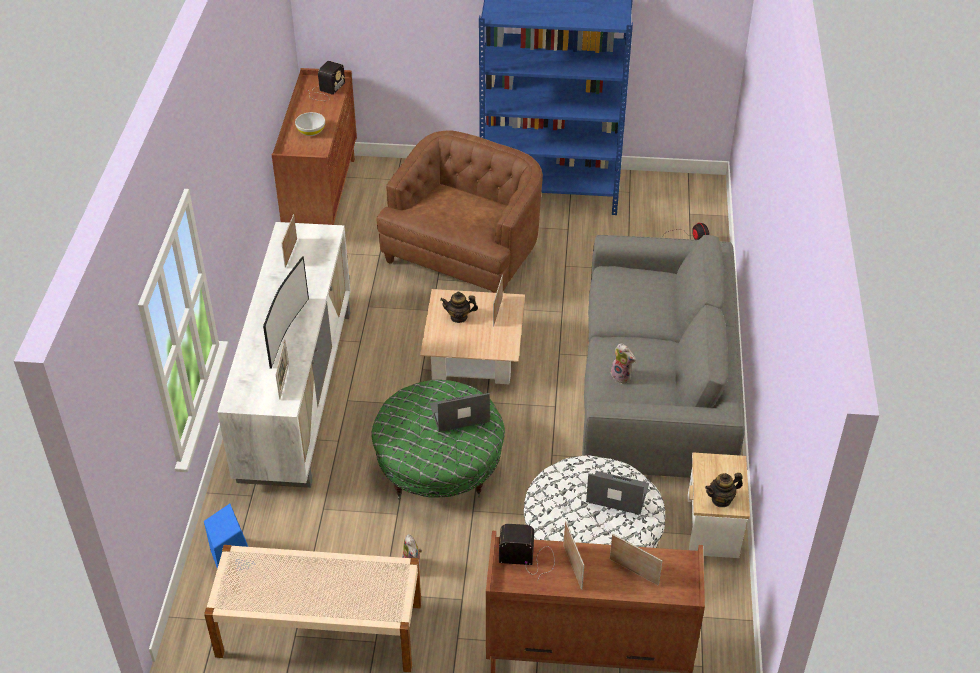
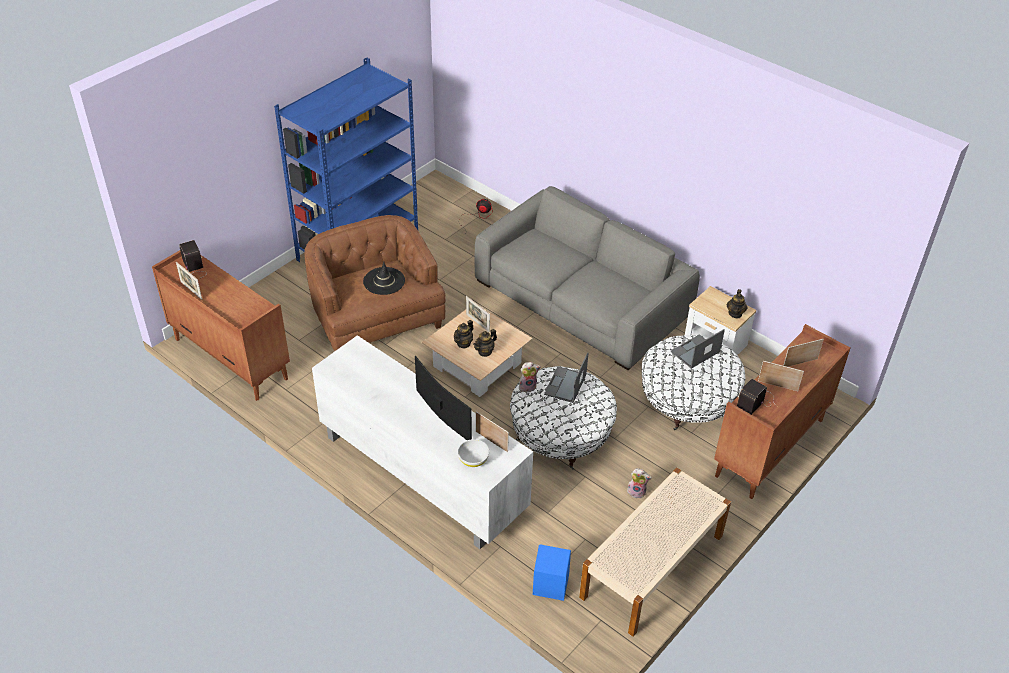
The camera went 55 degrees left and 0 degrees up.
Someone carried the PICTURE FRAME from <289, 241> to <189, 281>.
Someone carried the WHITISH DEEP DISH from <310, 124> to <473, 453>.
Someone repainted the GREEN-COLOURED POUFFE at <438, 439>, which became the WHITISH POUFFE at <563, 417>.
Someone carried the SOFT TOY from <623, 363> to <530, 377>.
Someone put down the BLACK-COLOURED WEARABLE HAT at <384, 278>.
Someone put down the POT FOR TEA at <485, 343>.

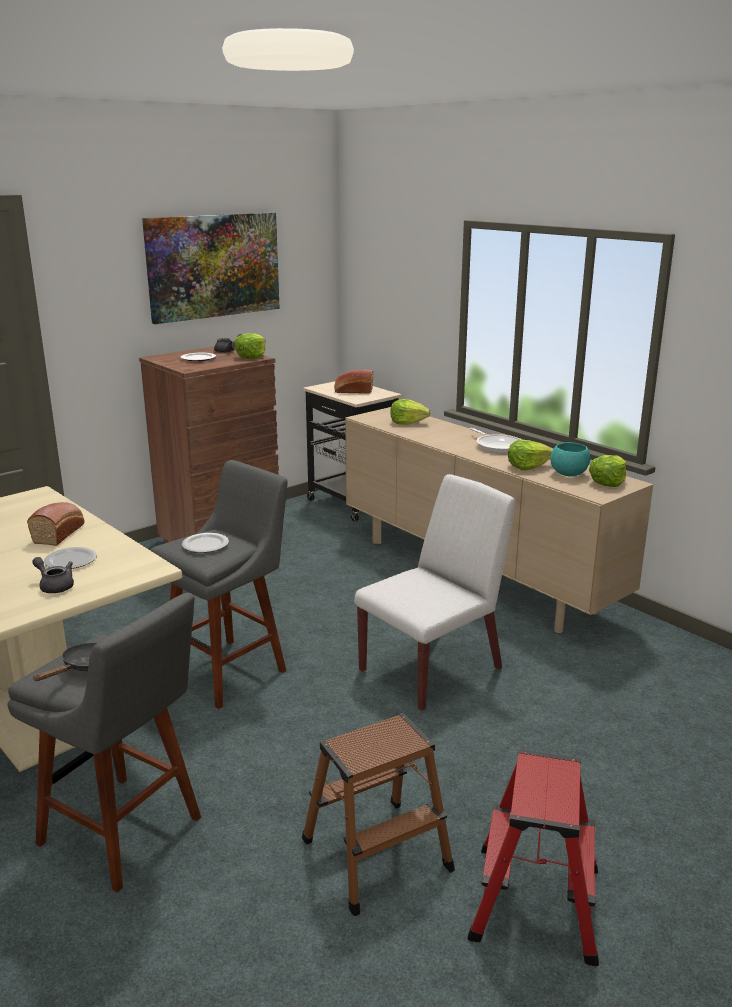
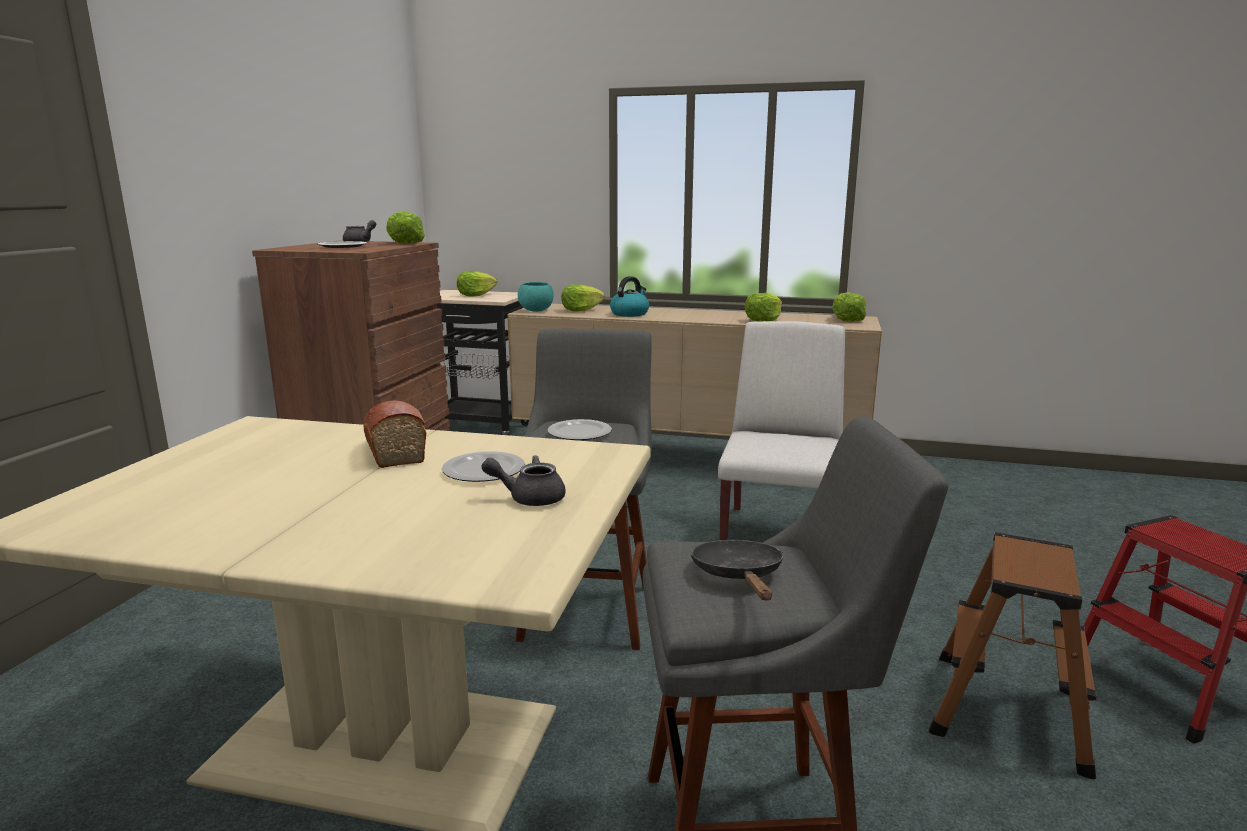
The camera went 35 degrees left and 5 degrees down.
Someone took away the WALL PICTURE at <211, 268>.
Someone swapped the BAKERY BREAD at <353, 381> for the HEAD OF LETTUCE at <477, 283>.
Someone took away the PAN at <496, 440>.
Someone carried the TURQUOISE DEEP DISH from <570, 459> to <536, 297>.
Someone put down the WATER KETTLE at <629, 296>.

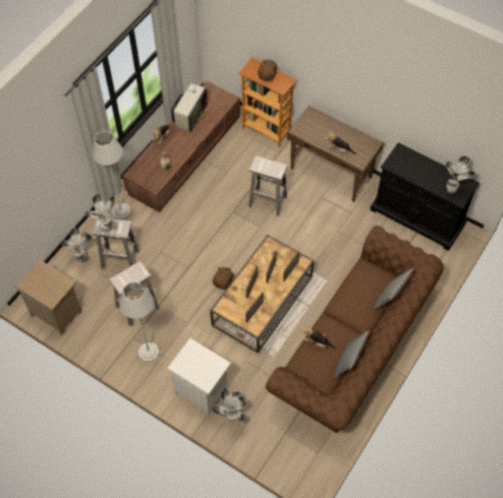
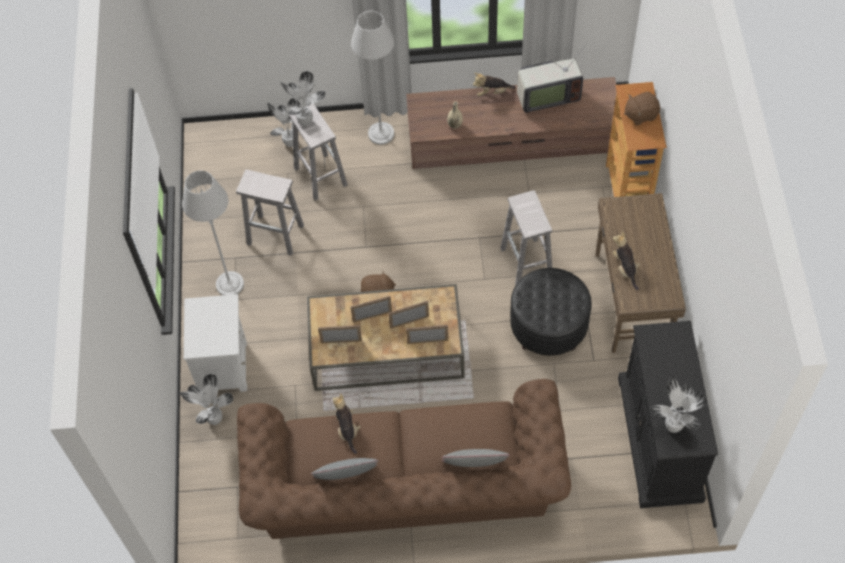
The camera went 55 degrees right and 0 degrees up.
Someone took away the SAND-COLOURED NIGHT TABLE at <49, 298>.
Someone put down the BLACK-COLOURED POUFFE at <551, 312>.

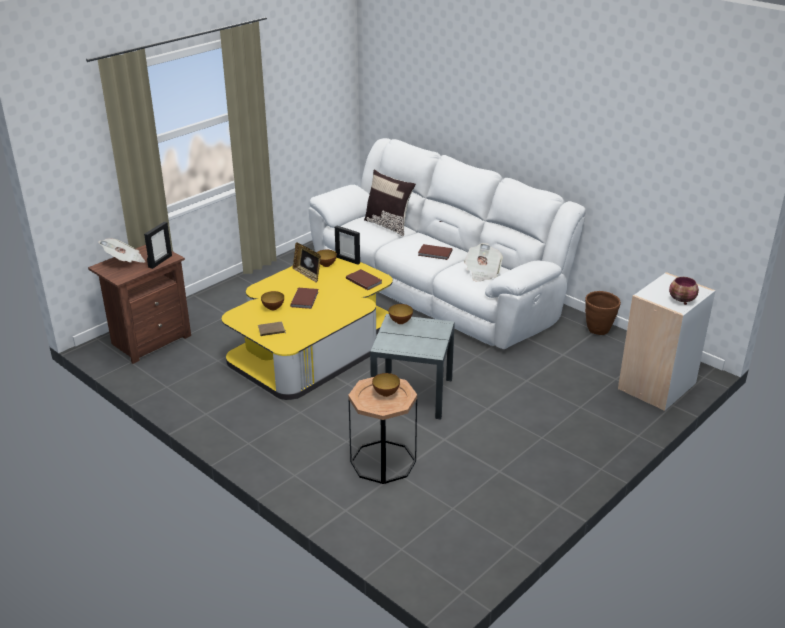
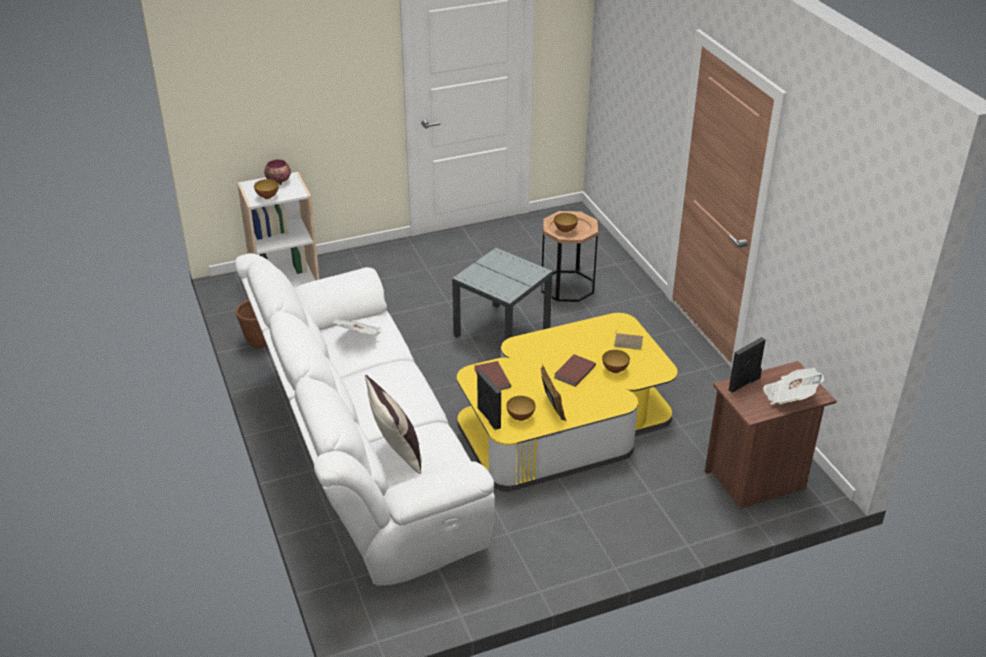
The camera went 155 degrees left and 5 degrees up.
Someone carried the DEEP DISH from <401, 314> to <266, 189>.
Someone took away the BROWNISH BOUND BOOK at <435, 252>.

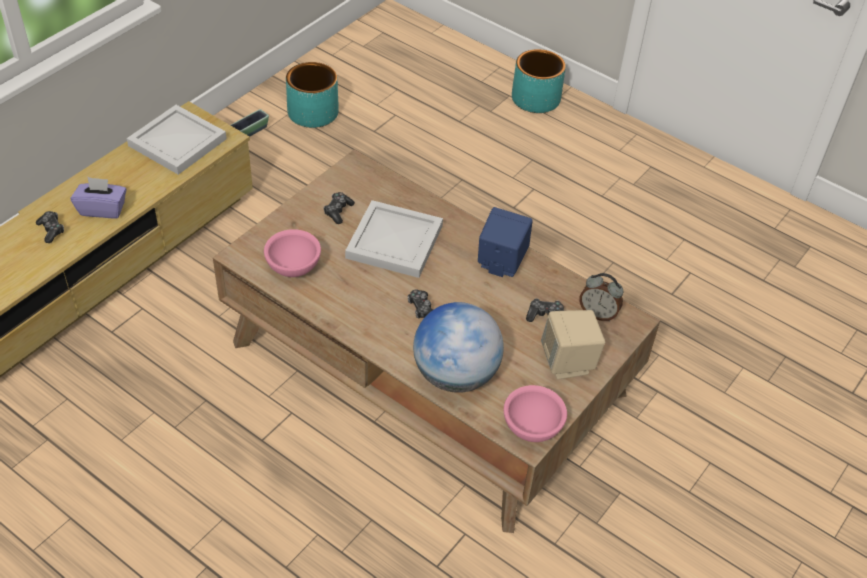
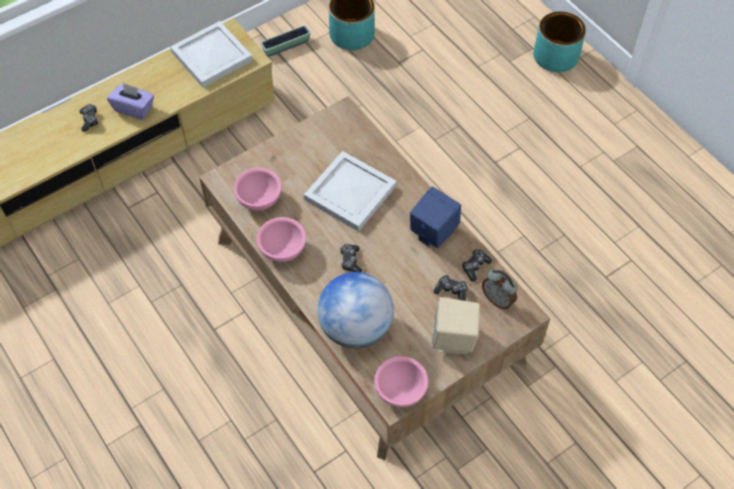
The camera went 20 degrees right and 10 degrees up.
Someone carried the GAME CONTROLLER from <339, 208> to <477, 265>.
Someone put down the PINK-COLOURED DEEP DISH at <281, 239>.

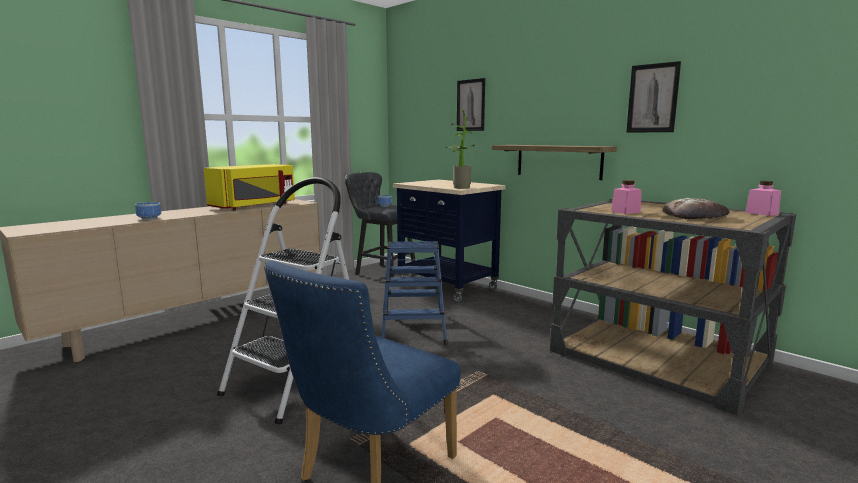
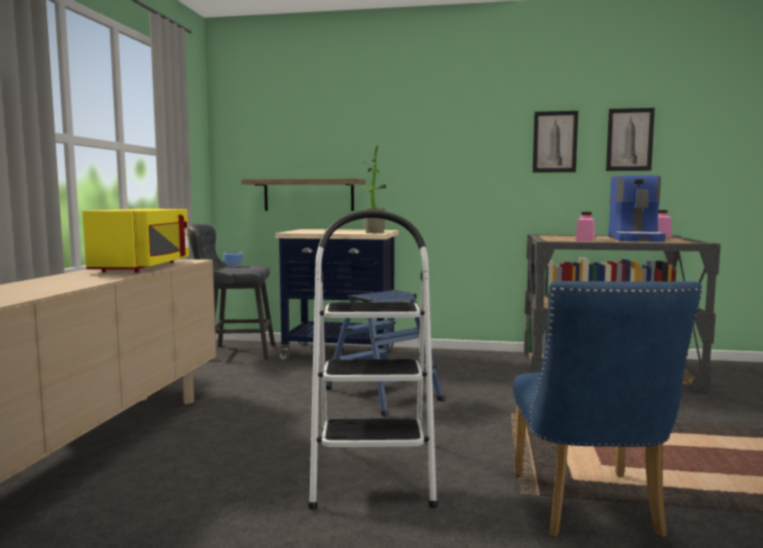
The camera went 35 degrees left and 5 degrees down.
Someone took away the DEEP DISH at <148, 211>.
Someone carried the WALL PICTURE from <471, 104> to <630, 139>.
Someone carried the WALL SHELF from <554, 162> to <303, 195>.
Someone swapped the BAKERY BREAD at <696, 208> for the COFFEE MAKER at <637, 208>.

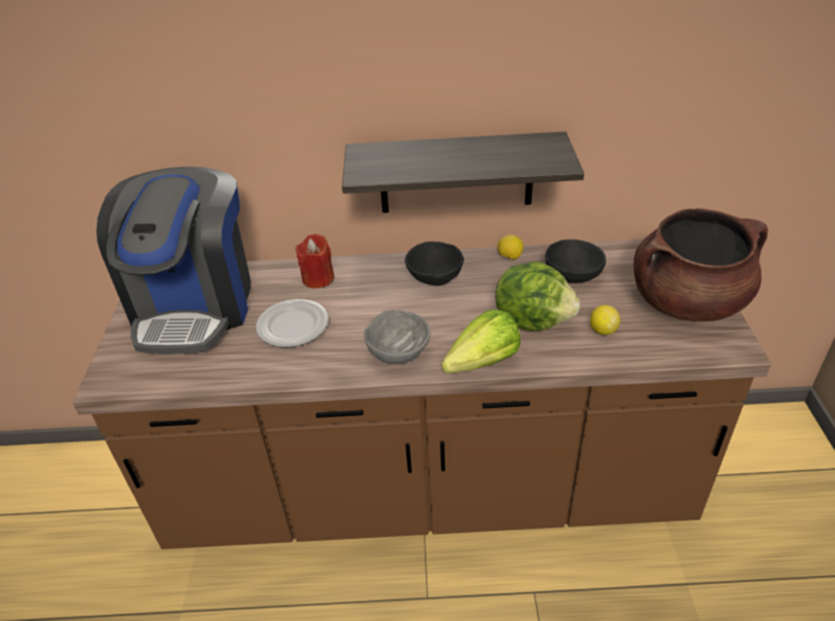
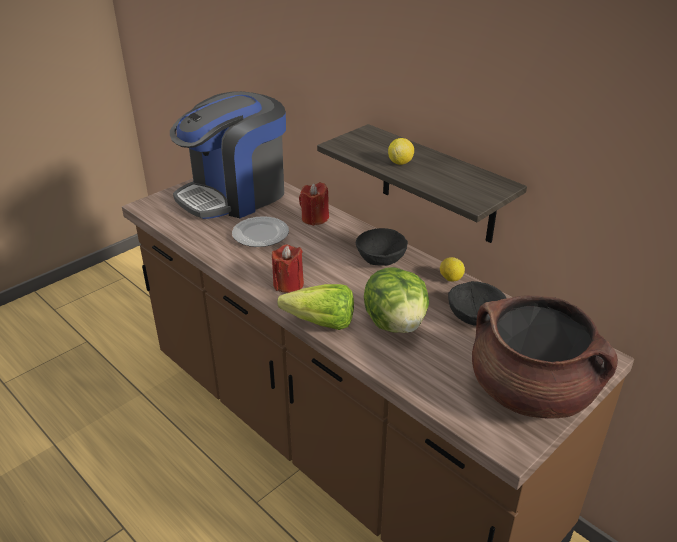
The camera went 45 degrees right and 5 degrees down.
Someone swapped the GREY DEEP DISH at <397, 337> for the REDDISH WAX LIGHT at <288, 268>.
Someone carried the WHOLE LEMON from <605, 320> to <401, 151>.

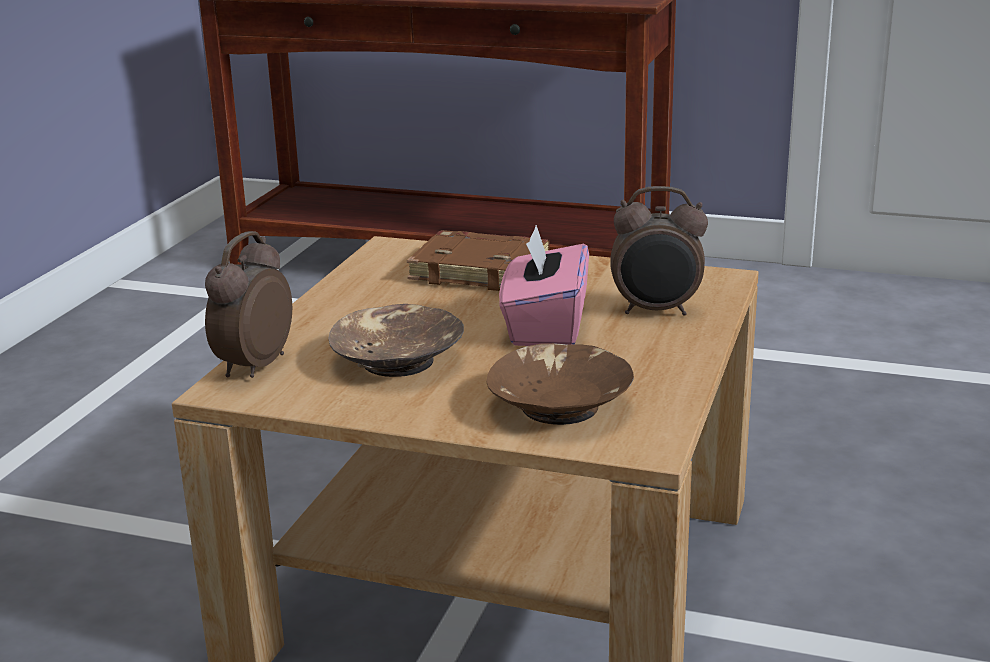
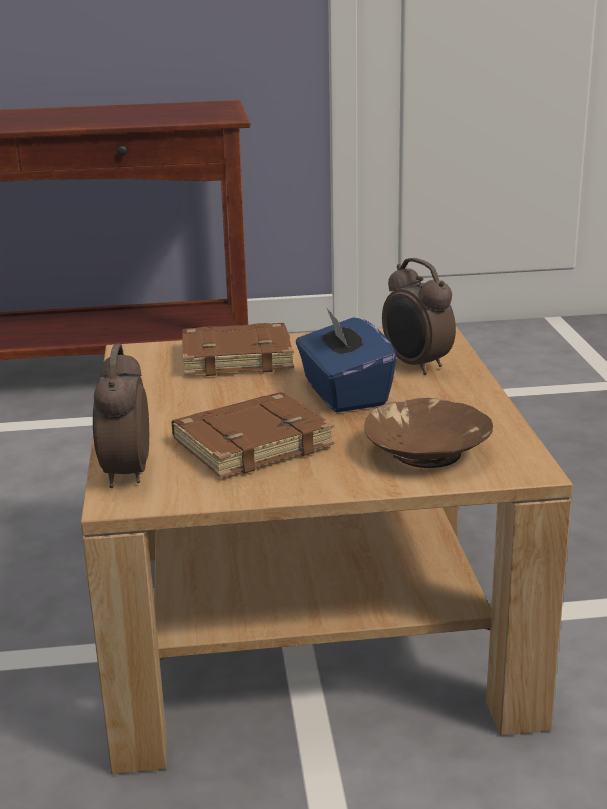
The camera went 25 degrees left and 0 degrees up.
Someone swapped the BROWNISH DEEP DISH at <396, 340> for the BROWNISH BOUND BOOK at <253, 435>.
Someone repainted the PINK-COLOURED TISSUE BOX at <544, 285>, which became the BLUE TISSUE BOX at <346, 359>.
Someone rotated the TABLE CLOCK at <659, 250> by 75 degrees clockwise.

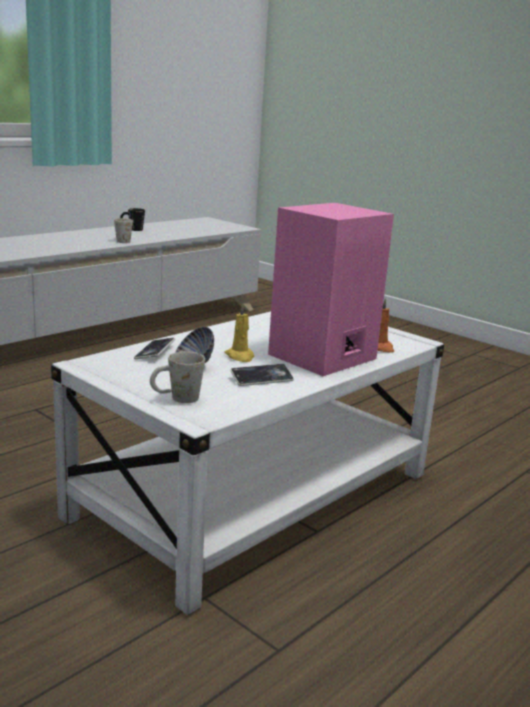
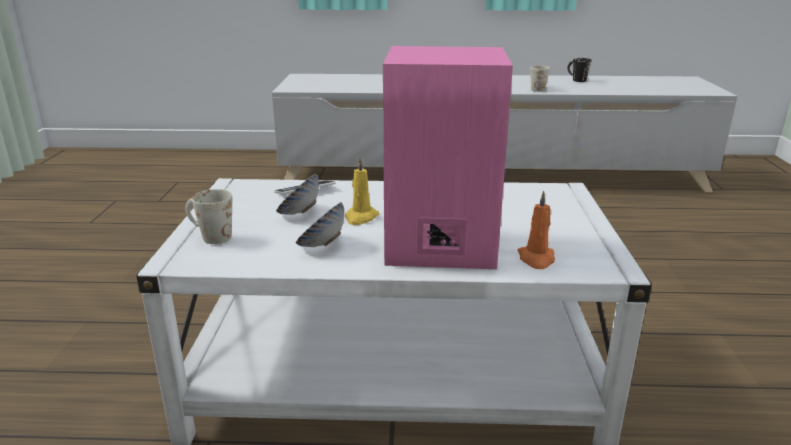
The camera went 50 degrees right and 5 degrees up.
Someone swapped the HANDSET at <262, 375> for the DEEP DISH at <320, 224>.

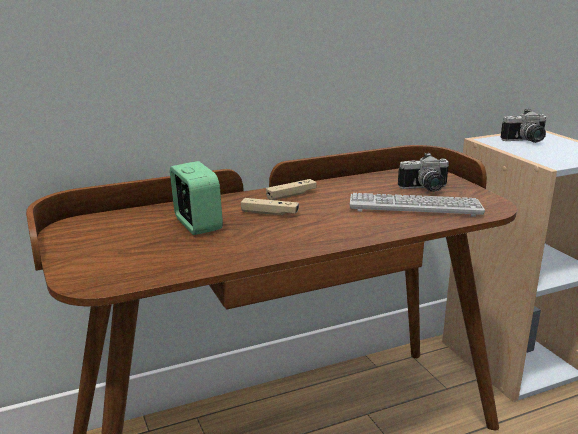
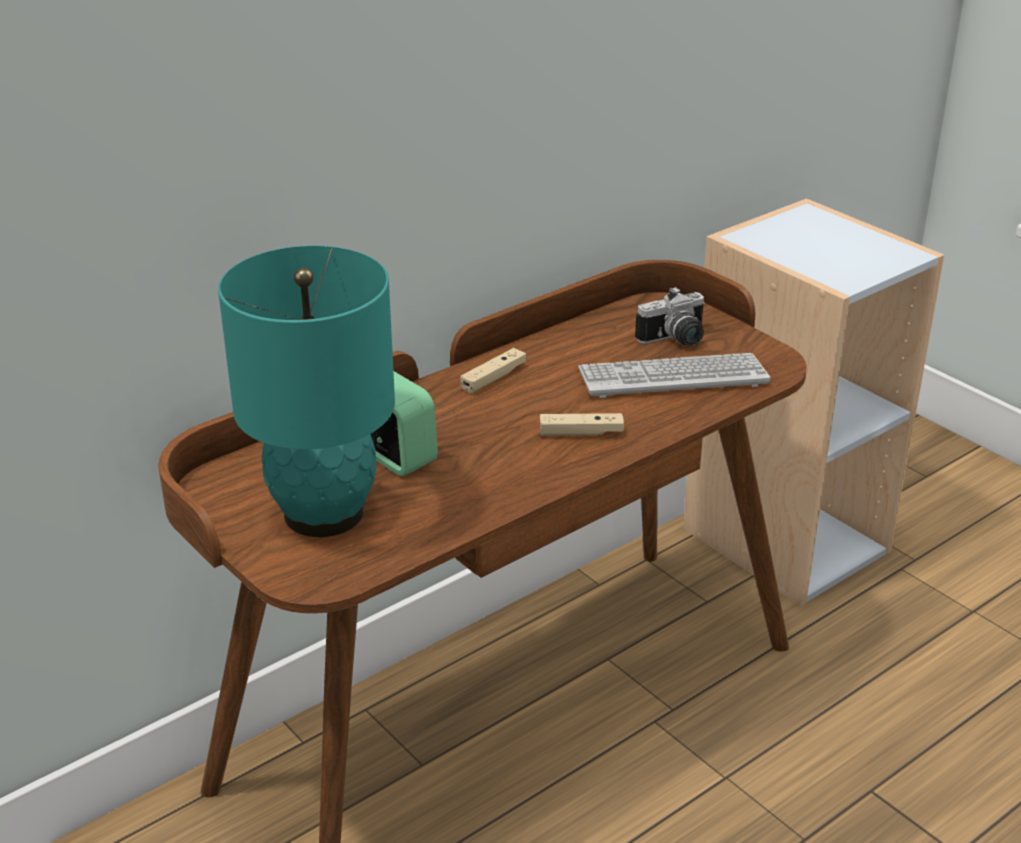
The camera went 15 degrees left and 10 degrees up.
Someone carried the SAND-COLOURED GAME CONTROLLER from <270, 207> to <582, 424>.
Someone took away the STILL CAMERA at <523, 126>.
Someone put down the TURQUOISE TABLE LAMP at <306, 391>.

